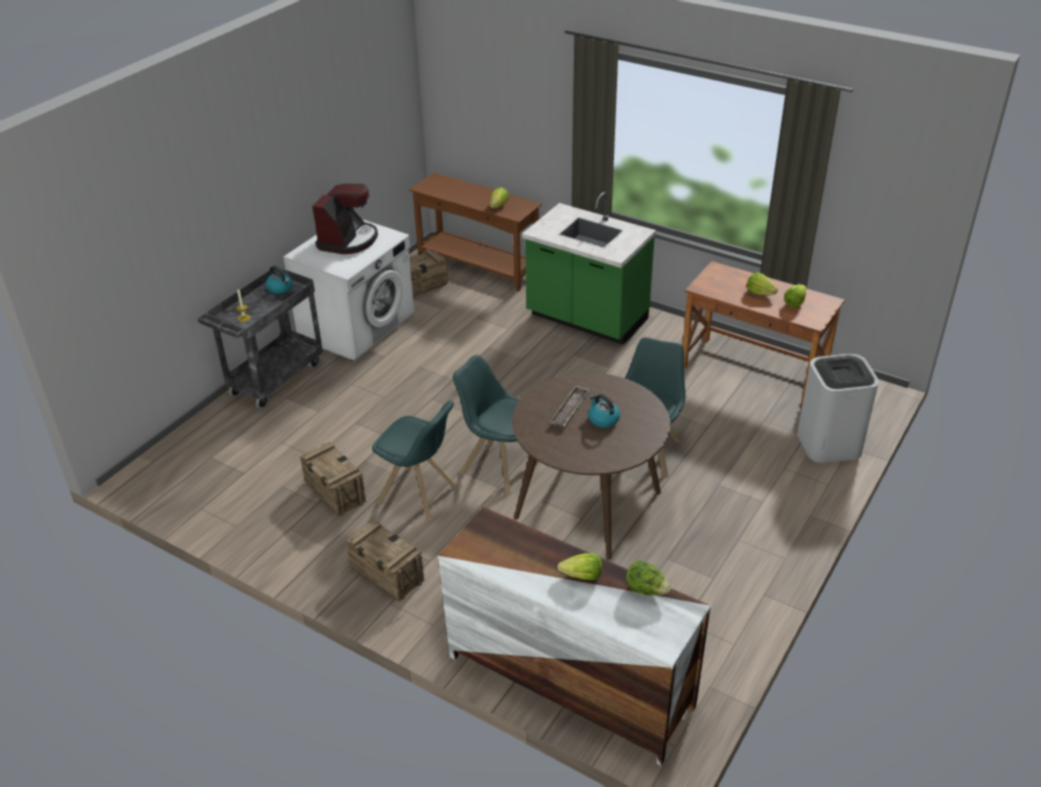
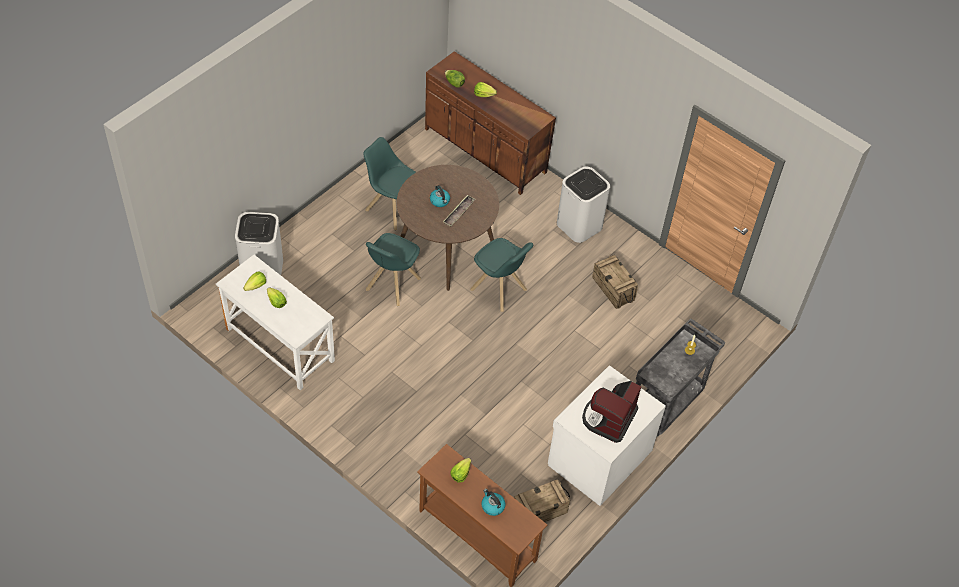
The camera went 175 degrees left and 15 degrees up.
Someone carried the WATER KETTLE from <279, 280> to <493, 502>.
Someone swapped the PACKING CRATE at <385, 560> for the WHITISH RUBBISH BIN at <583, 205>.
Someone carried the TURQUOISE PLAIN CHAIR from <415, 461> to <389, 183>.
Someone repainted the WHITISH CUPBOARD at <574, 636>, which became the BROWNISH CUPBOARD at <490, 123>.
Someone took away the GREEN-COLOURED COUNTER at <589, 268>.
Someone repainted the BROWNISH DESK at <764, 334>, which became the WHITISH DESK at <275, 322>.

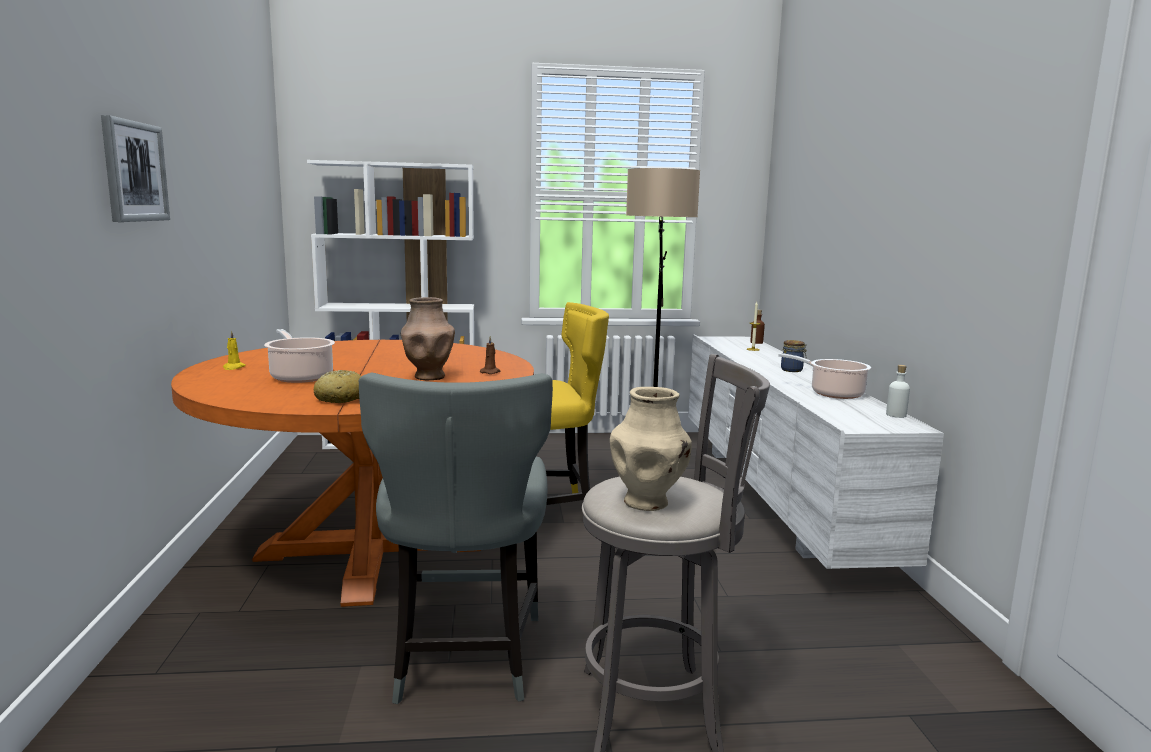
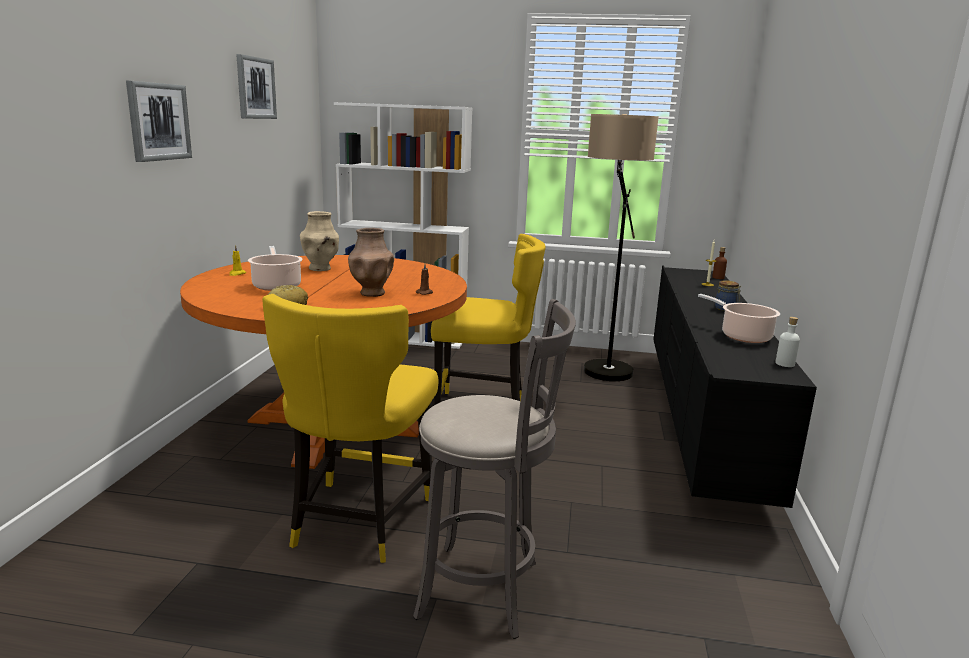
The camera went 15 degrees right and 5 degrees up.
Someone repainted the GREY PLAIN CHAIR at <456, 538>, which became the YELLOW PLAIN CHAIR at <350, 428>.
Someone carried the SAND-COLOURED DECORATIVE VASE from <651, 449> to <319, 241>.
Someone repainted the WHITISH CUPBOARD at <816, 451>, which became the BLACK-COLOURED CUPBOARD at <735, 386>.
Someone put up the WALL PICTURE at <256, 86>.

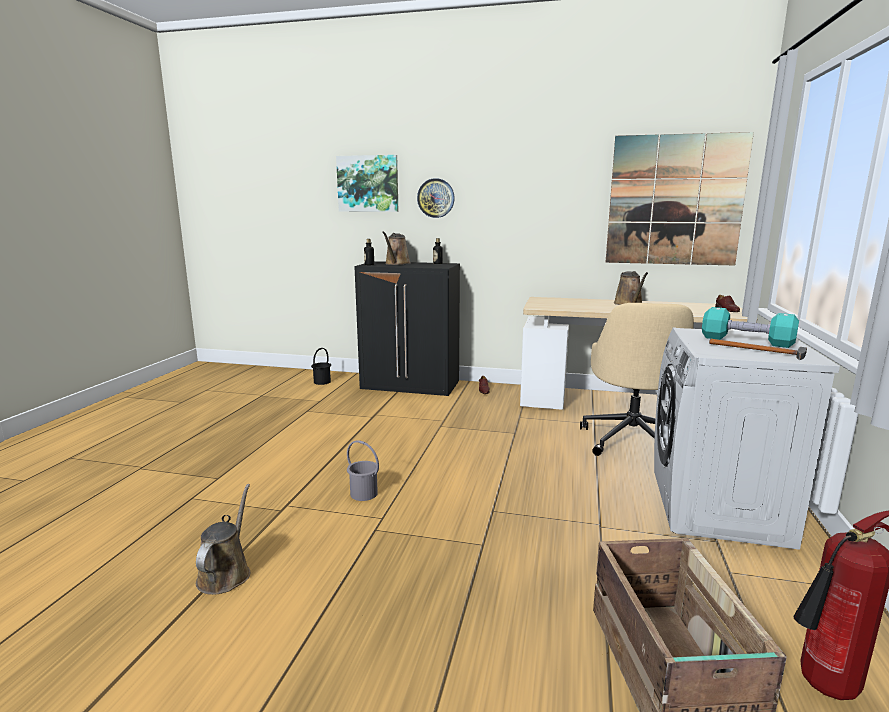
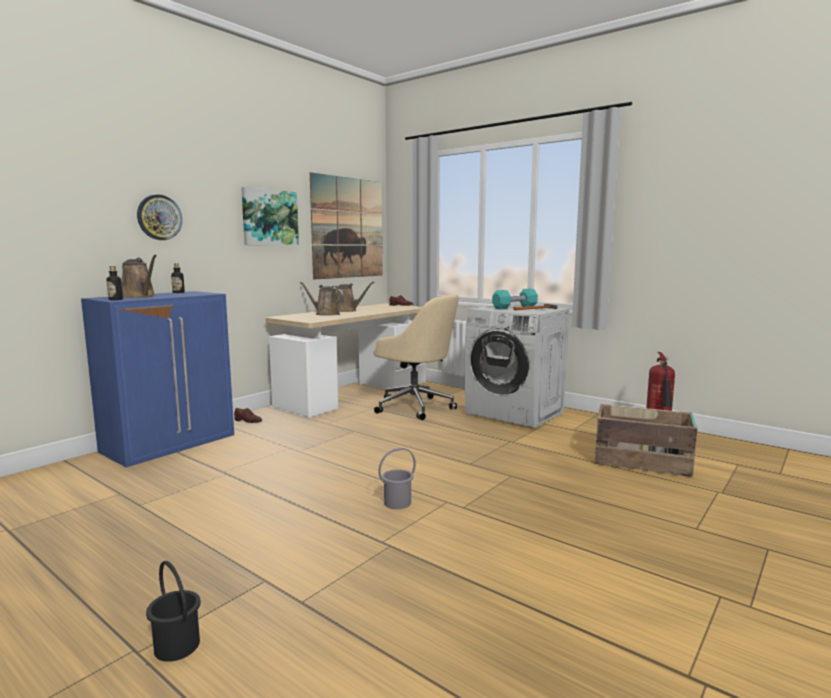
The camera went 65 degrees left and 5 degrees down.
Someone carried the BROWNISH SPRINKLING CAN from <223, 539> to <322, 299>.
Someone carried the BLACK-COLOURED PAIL from <321, 366> to <173, 611>.
Someone carried the WALL PICTURE from <367, 183> to <270, 216>.
Someone repainted the BLACK-COLOURED CUPBOARD at <407, 328>, which became the BLUE CUPBOARD at <157, 379>.

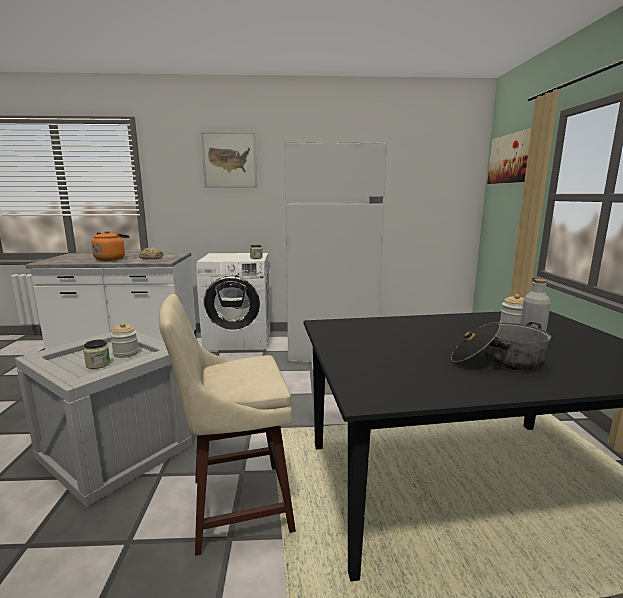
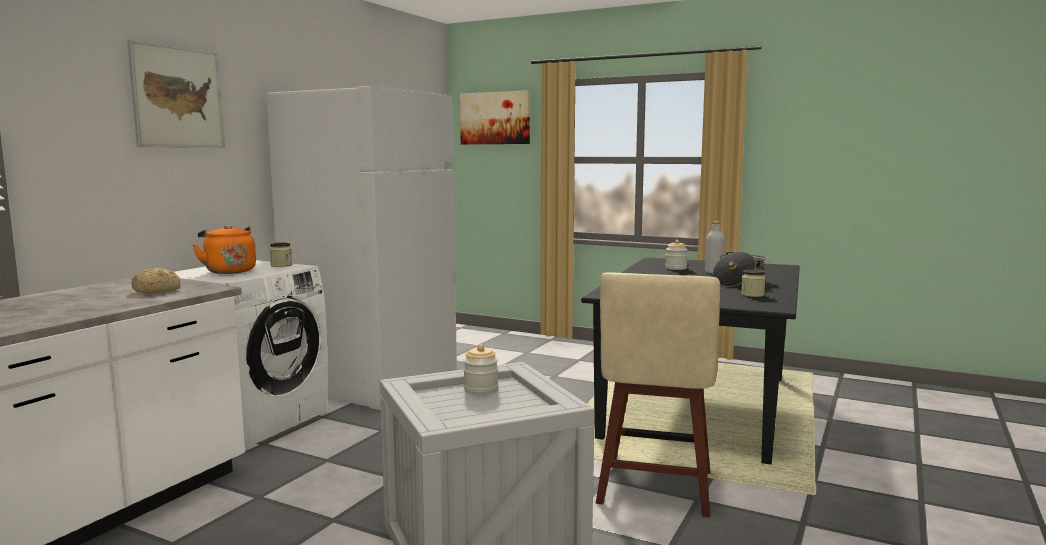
The camera went 60 degrees left and 5 degrees down.
Someone carried the STORAGE JAR from <96, 354> to <753, 283>.
Someone carried the ORANGEY WATER KETTLE from <110, 246> to <224, 249>.

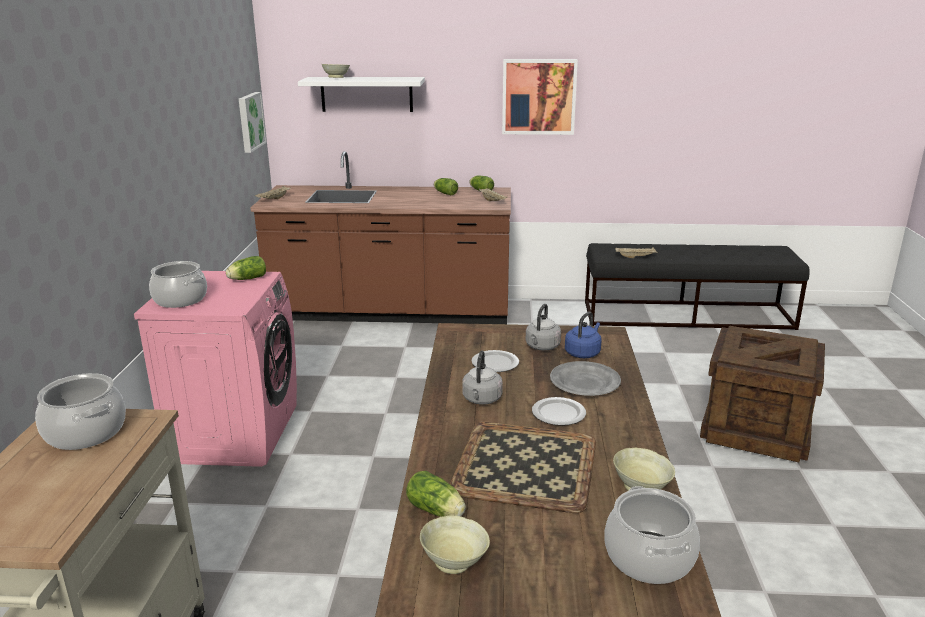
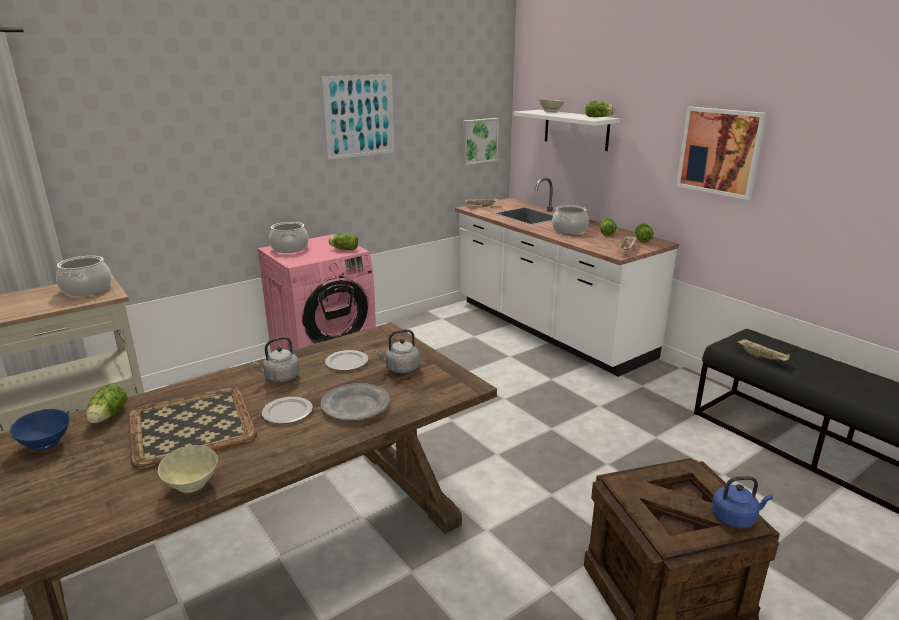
The camera went 50 degrees right and 0 degrees up.
Someone repainted the BROWNISH COUNTER at <380, 237>, which became the WHITISH COUNTER at <567, 277>.
Someone repainted the SAND-COLOURED DEEP DISH at <455, 544>, which became the BLUE DEEP DISH at <39, 429>.
Someone carried the BLUE WATER KETTLE from <583, 335> to <742, 502>.
Someone carried the STOCKPOT from <652, 535> to <570, 219>.
Someone put up the WALL PICTURE at <357, 117>.
Someone put down the HEAD OF LETTUCE at <600, 109>.

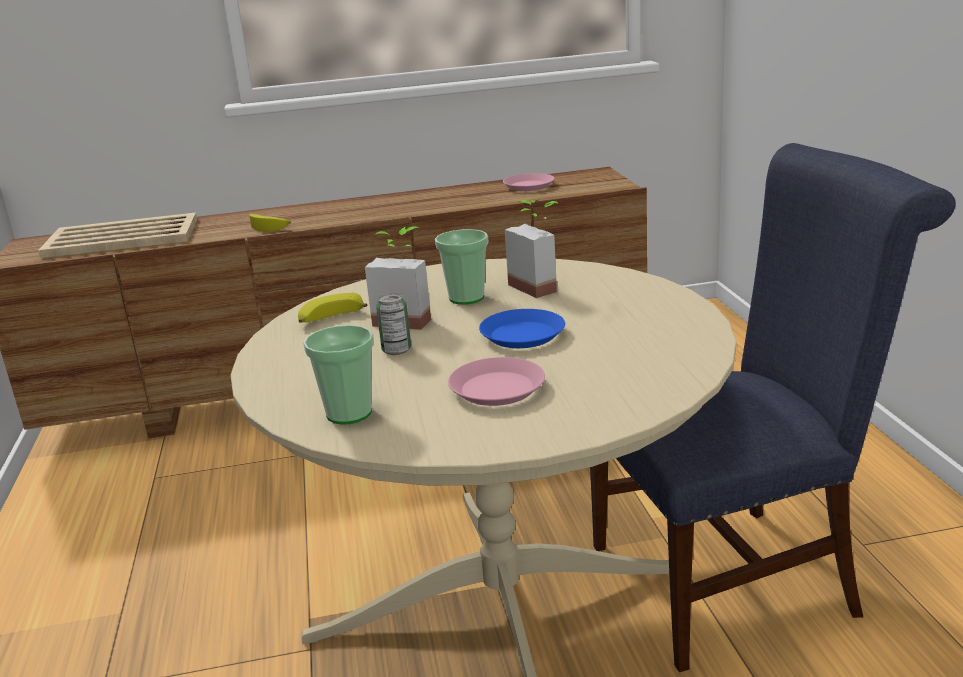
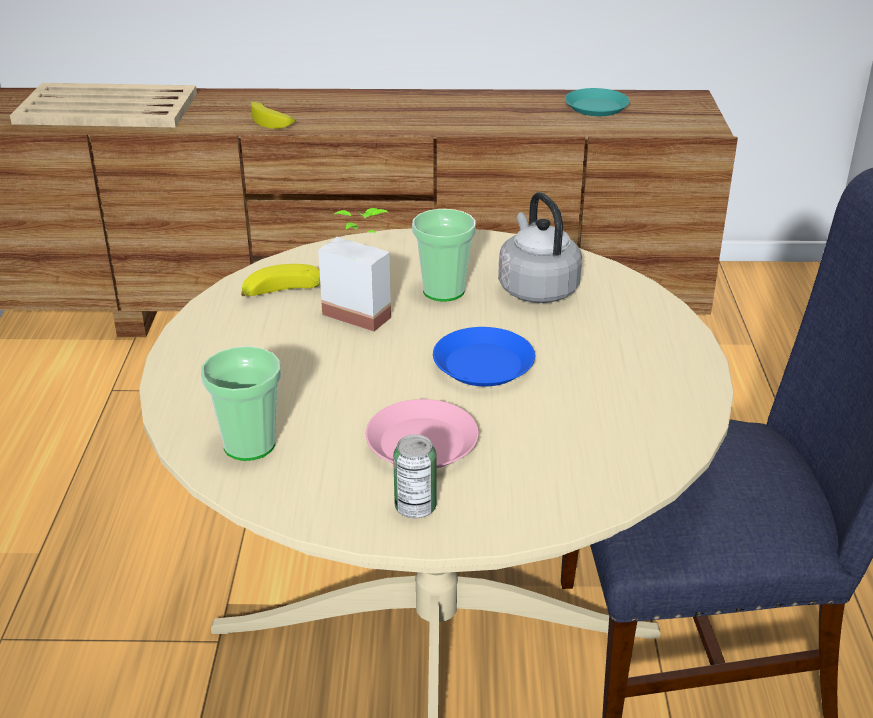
The camera went 10 degrees right and 10 degrees up.
Someone carried the METAL CAN from <393, 324> to <414, 476>.
Someone repainted the PINK-COLOURED FLAT DISH at <529, 182>, which became the TURQUOISE FLAT DISH at <597, 102>.
Someone swapped the POTTED PLANT at <532, 249> for the GREY WATER KETTLE at <540, 247>.

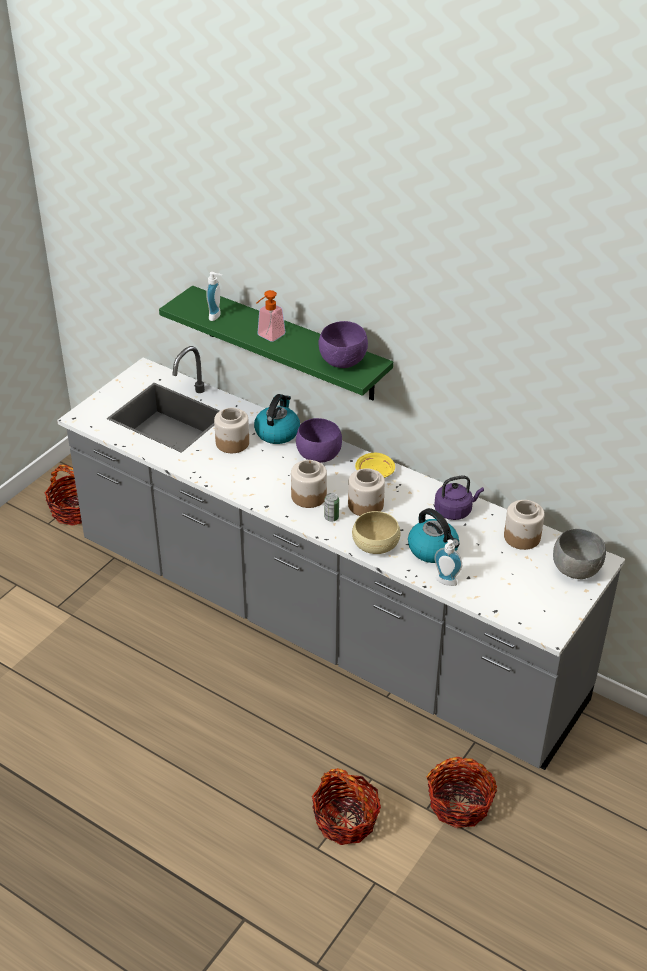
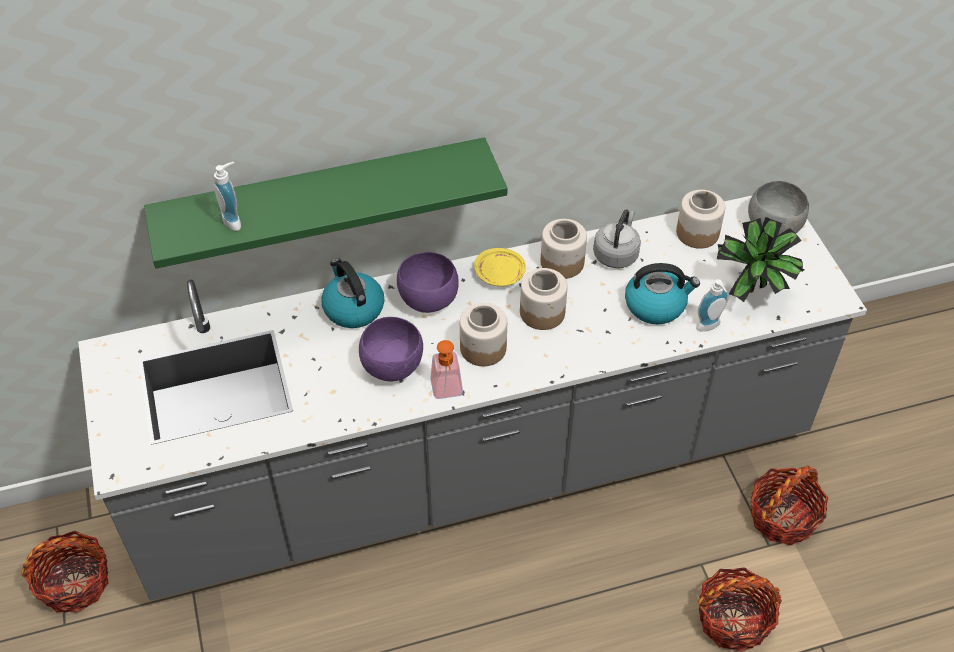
The camera went 50 degrees left and 10 degrees up.
Someone carried the STORAGE JAR from <231, 430> to <563, 249>.
Someone carried the LIQUID SOAP BOTTLE from <270, 316> to <446, 369>.
Someone carried the PURPLE DEEP DISH from <343, 344> to <391, 349>.
Someone took away the METAL CAN at <331, 507>.
Someone took away the SAND-COLOURED DEEP DISH at <376, 532>.
Someone repainted the PURPLE WATER KETTLE at <459, 497>, which became the GREY WATER KETTLE at <617, 239>.
Someone put down the POTTED PLANT at <760, 259>.

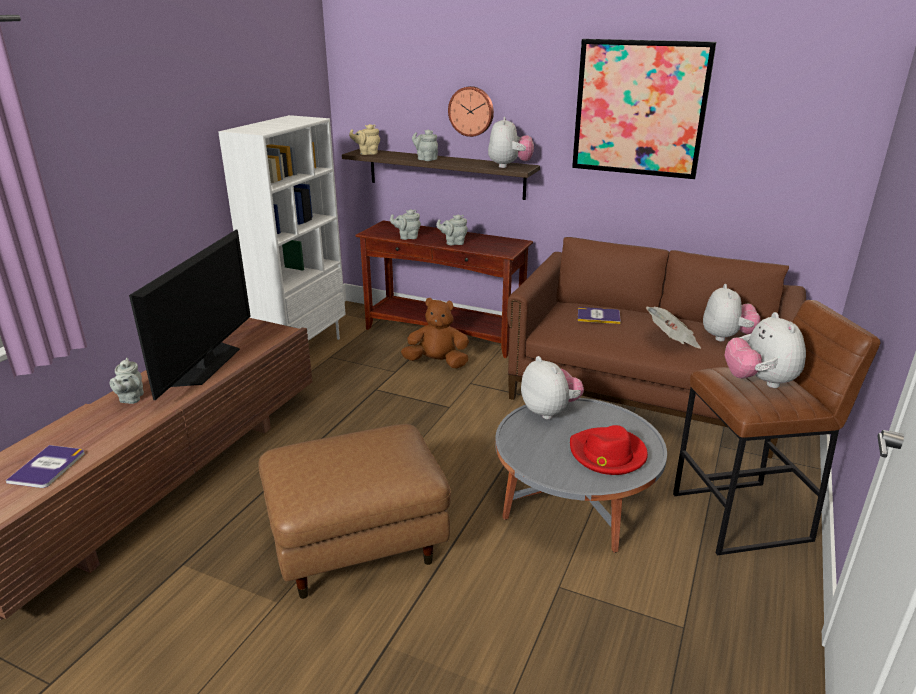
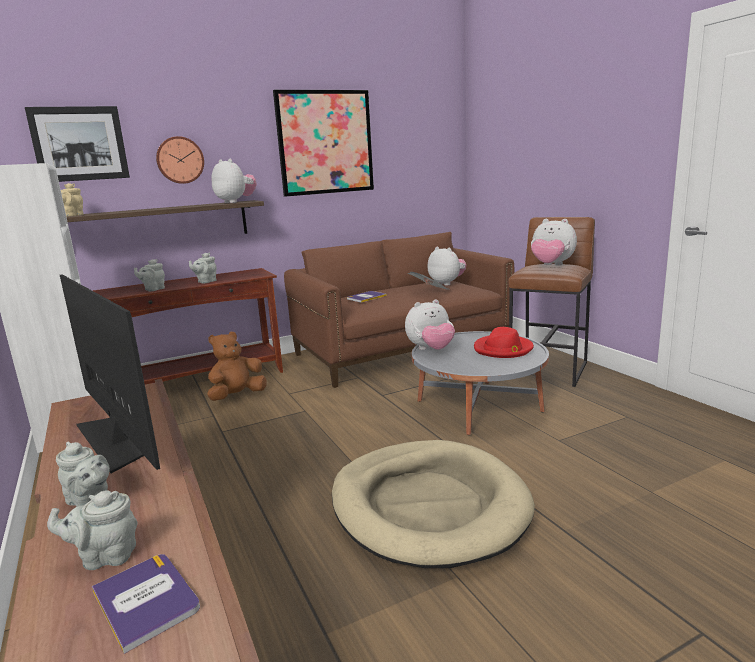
The camera went 50 degrees left and 10 degrees down.
Someone swapped the BROWNISH POUFFE at <355, 511> for the SAND-COLOURED DOG BED at <433, 504>.
Someone carried the GREY POT FOR TEA from <425, 145> to <92, 530>.
Someone rotated the SOFT TOY at <552, 387> by 150 degrees clockwise.
Someone put up the WALL PICTURE at <77, 144>.

